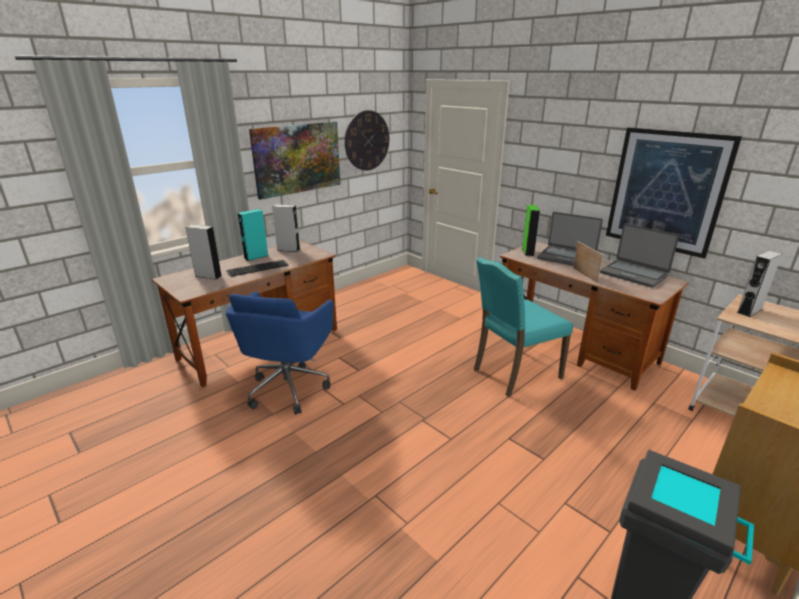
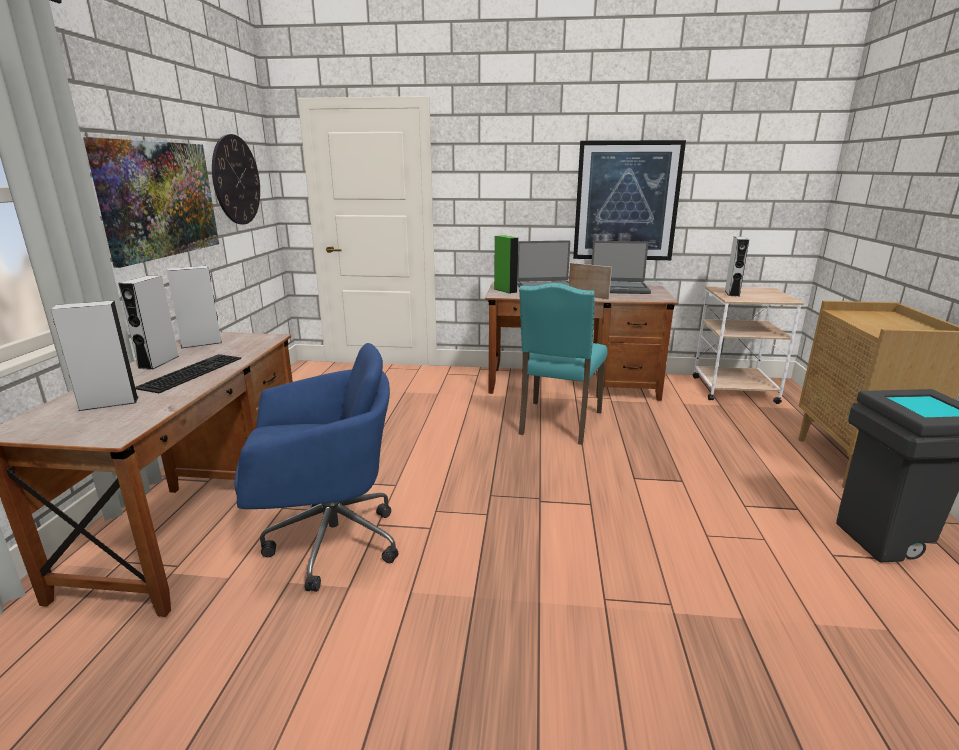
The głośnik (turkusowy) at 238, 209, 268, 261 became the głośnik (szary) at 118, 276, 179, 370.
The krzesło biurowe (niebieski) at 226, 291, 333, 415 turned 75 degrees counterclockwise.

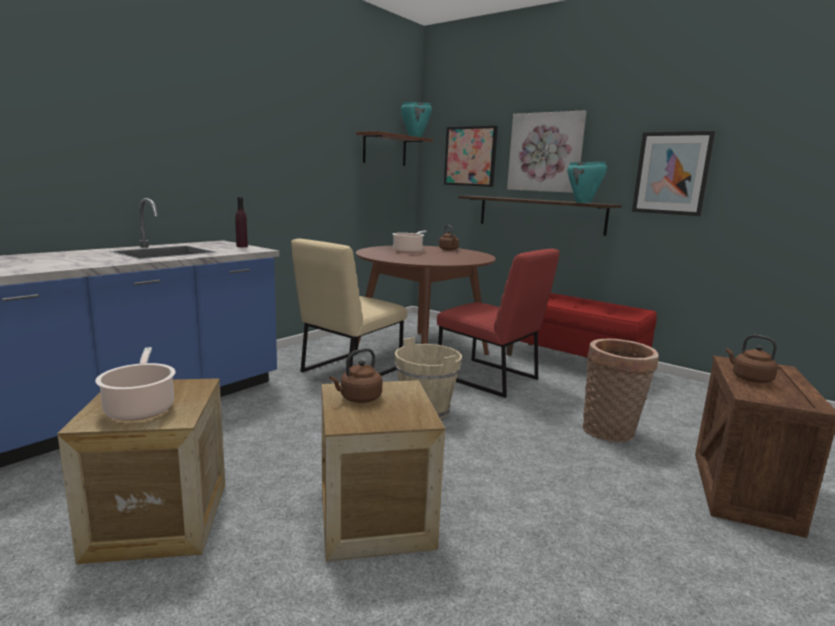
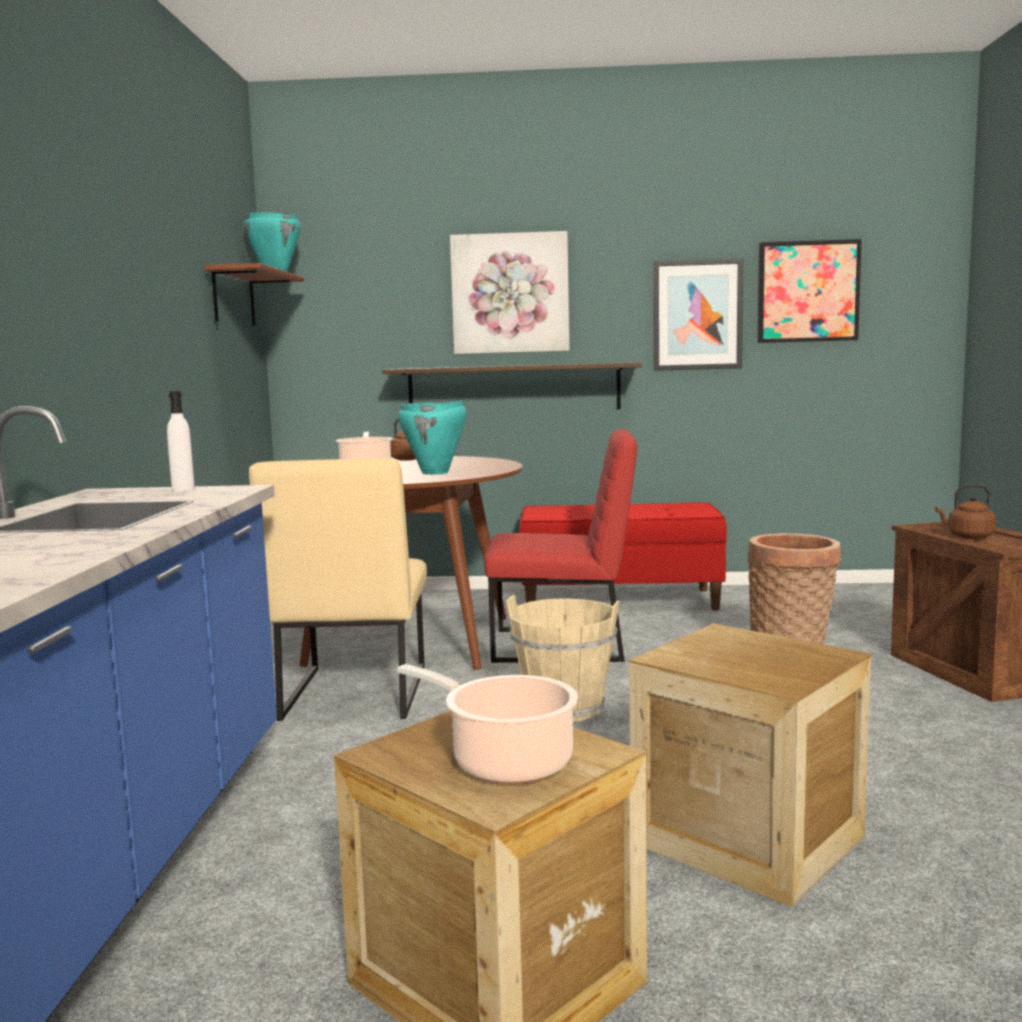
The butelka (fioletowy) at 235, 197, 248, 247 became the butelka (biały) at 167, 391, 195, 491.
The garnek (turkusowy) moved from 567, 161, 607, 203 to 398, 400, 467, 475.
The obraz moved from 444, 126, 498, 187 to 758, 239, 862, 343.
The czajnik (brązowy) at 329, 348, 382, 403 disappeared.

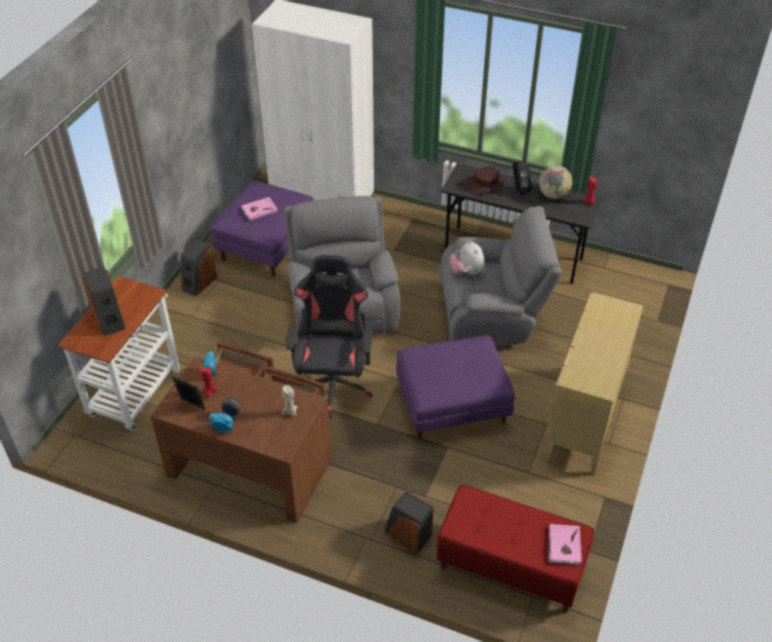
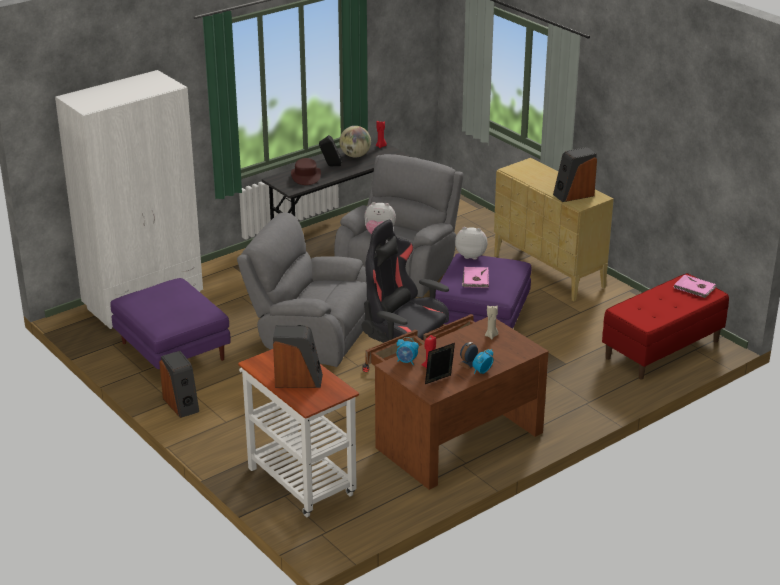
The pluszak at 455, 227, 487, 260 appeared.
The książka (różowy) moved from 241, 197, 278, 221 to 462, 267, 489, 288.
The głośnik moved from 384, 492, 433, 554 to 553, 147, 597, 202.

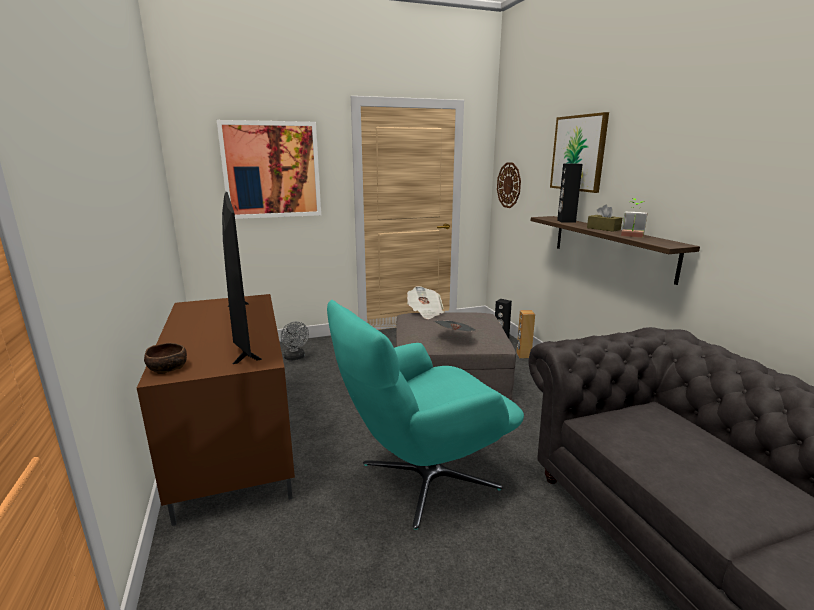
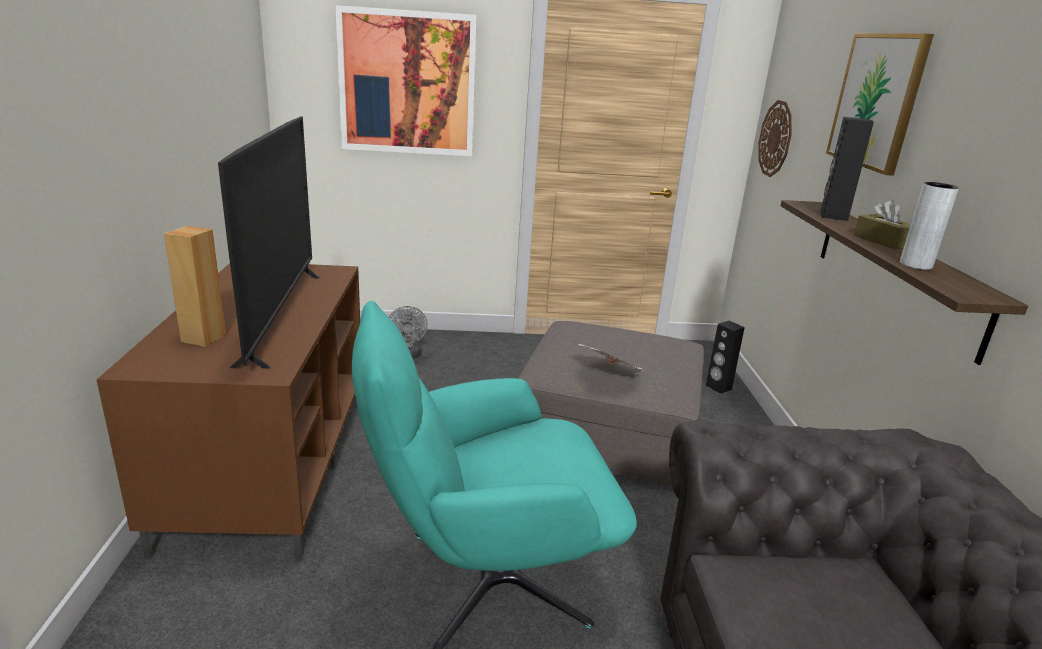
The głośnik (brązowy) moved from 516, 310, 535, 358 to 164, 226, 226, 347.
The roślina doniczkowa at 621, 198, 647, 238 was replaced by the wazon (szary) at 900, 182, 959, 270.
The miska (brązowy) at 144, 343, 187, 374 disappeared.
The gazeta at 407, 286, 444, 319 disappeared.

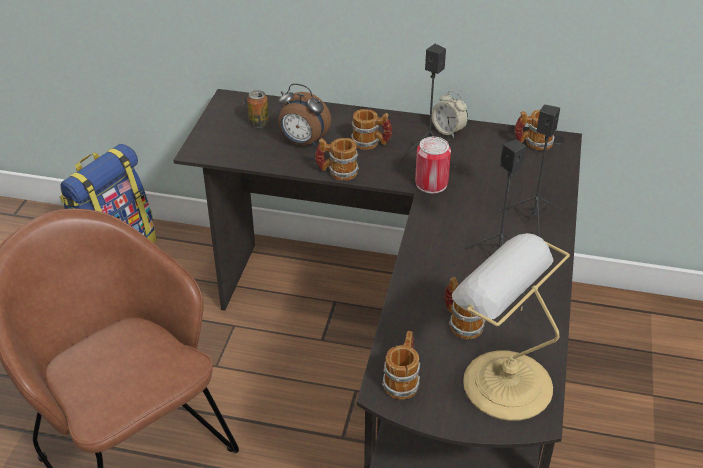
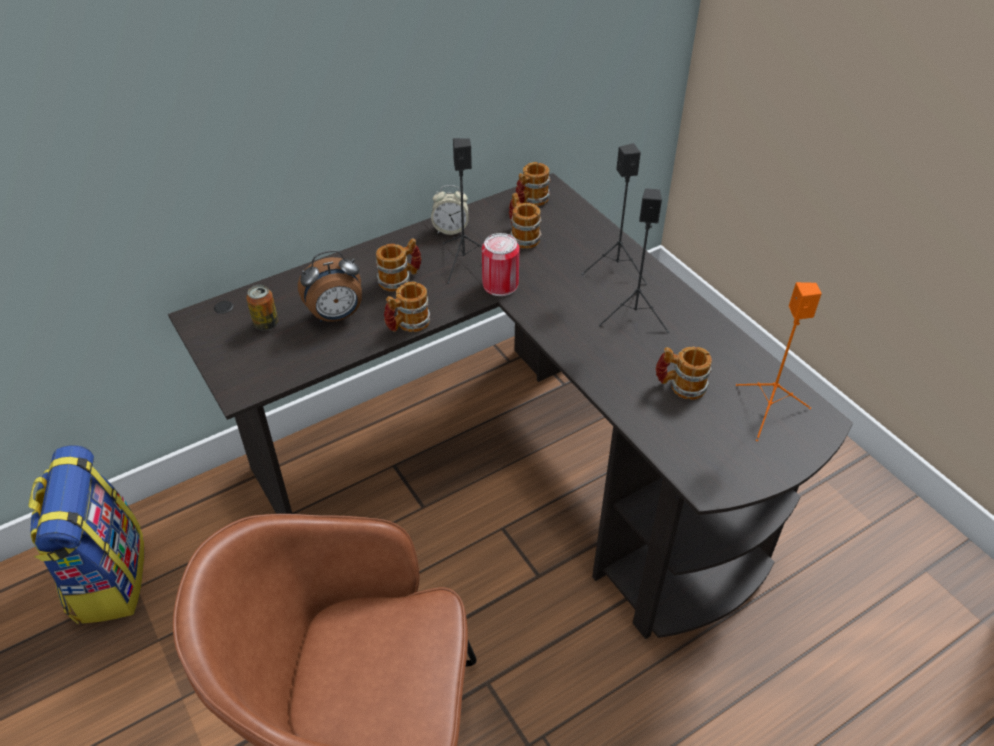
The kubek moved from 382, 331, 420, 399 to 509, 193, 542, 249.
The lampa stołowa at 452, 233, 570, 421 was replaced by the głośnik (pomarańczowy) at 736, 282, 822, 441.

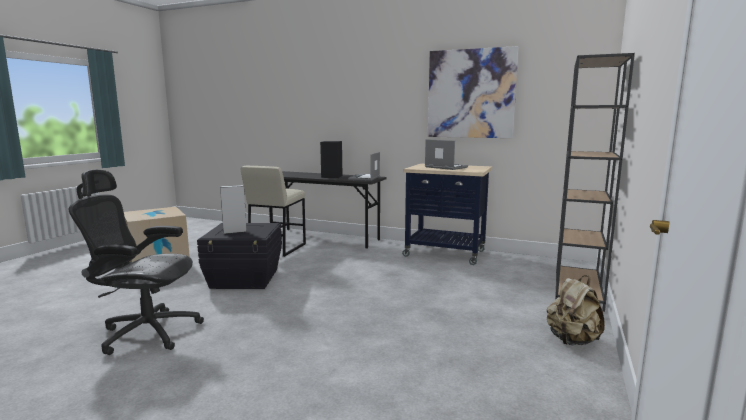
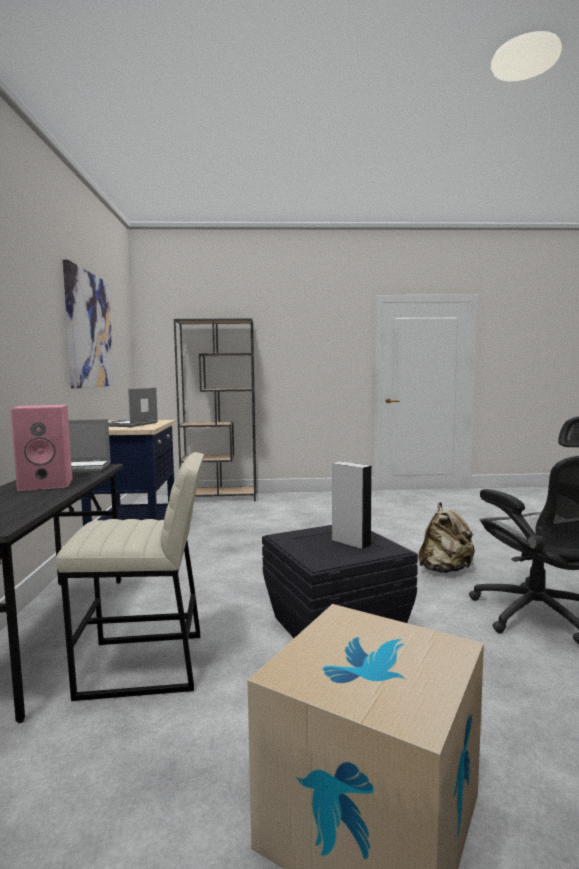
The głośnik (czarny) at 320, 141, 342, 178 became the głośnik (różowy) at 10, 405, 72, 491.
The plecak (beżowy) moved from 547, 275, 605, 345 to 418, 502, 475, 573.

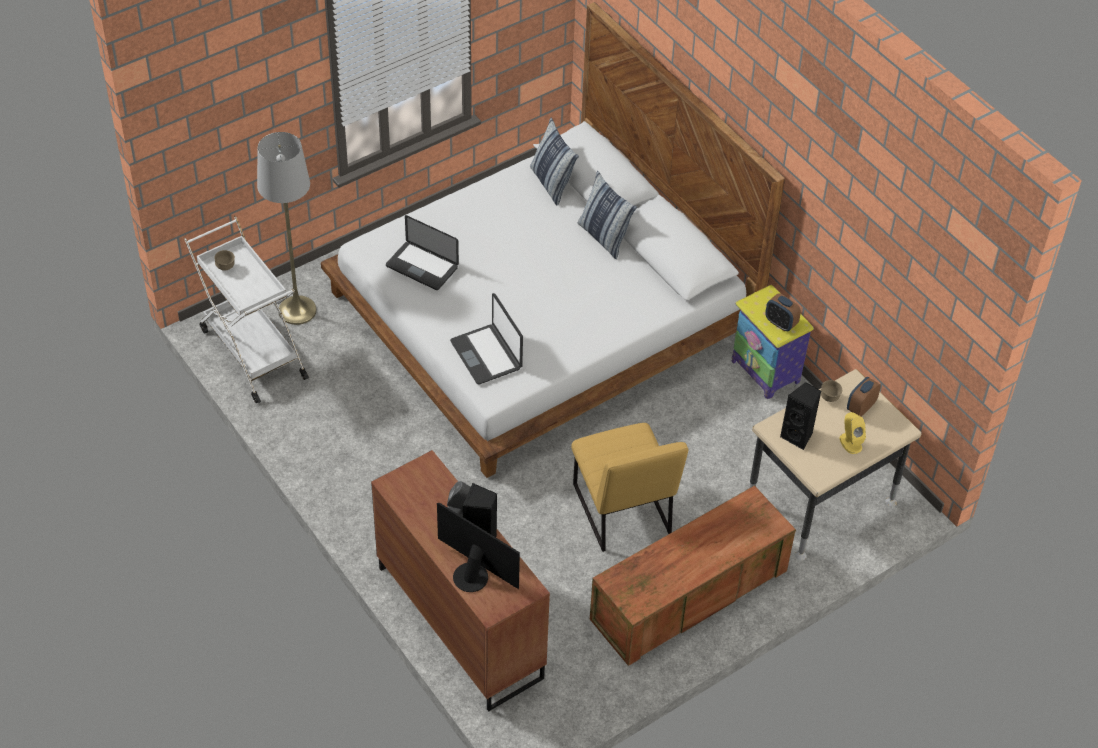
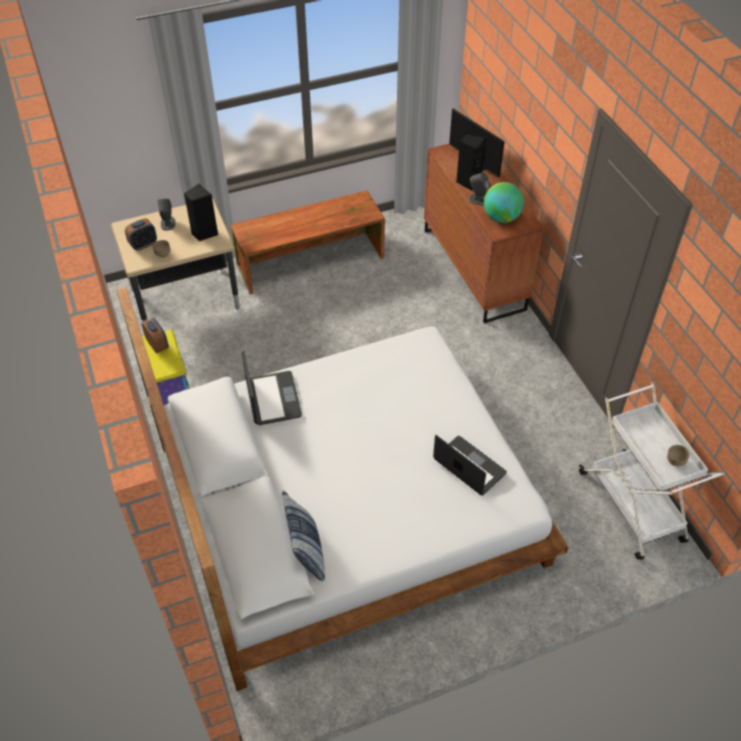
The głośnik (żółty) at 840, 412, 866, 454 became the głośnik (szary) at 157, 199, 176, 231.
The laptop moved from 450, 293, 523, 384 to 242, 351, 302, 425.
The globus at 484, 182, 524, 223 appeared.
The lampa stojąca (szary) at 257, 132, 317, 325 disappeared.
The krzesło (żółty) at 571, 423, 688, 552 disappeared.
The poduszka at 578, 171, 637, 259 disappeared.

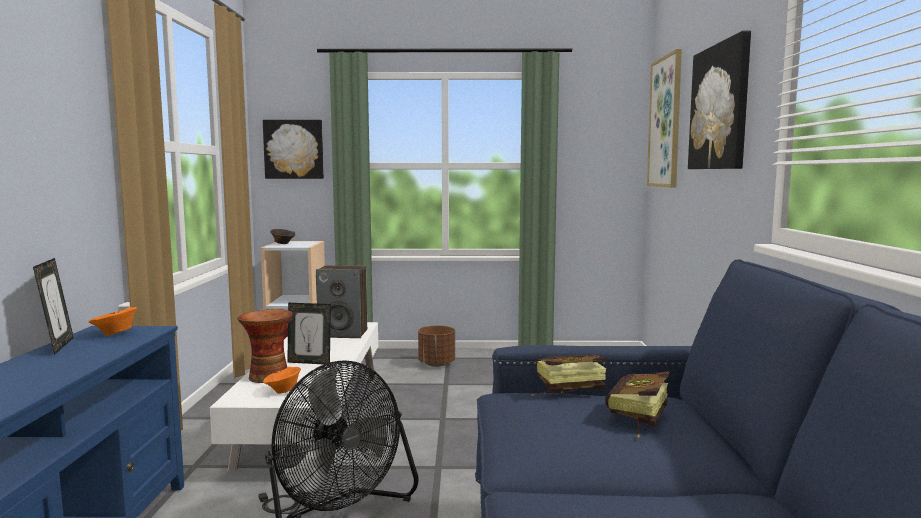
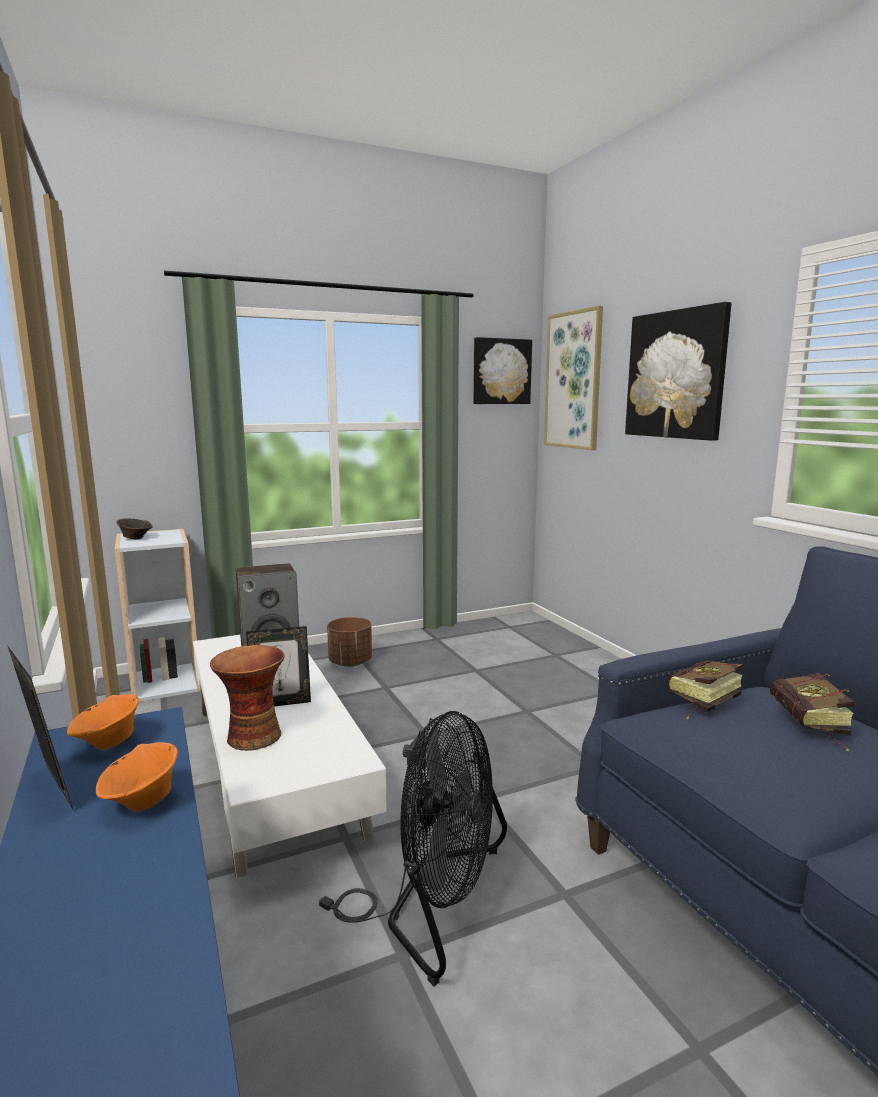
The miska (pomarańczowy) moved from 263, 367, 301, 394 to 96, 742, 178, 811.
The obraz moved from 263, 120, 324, 179 to 474, 337, 532, 404.

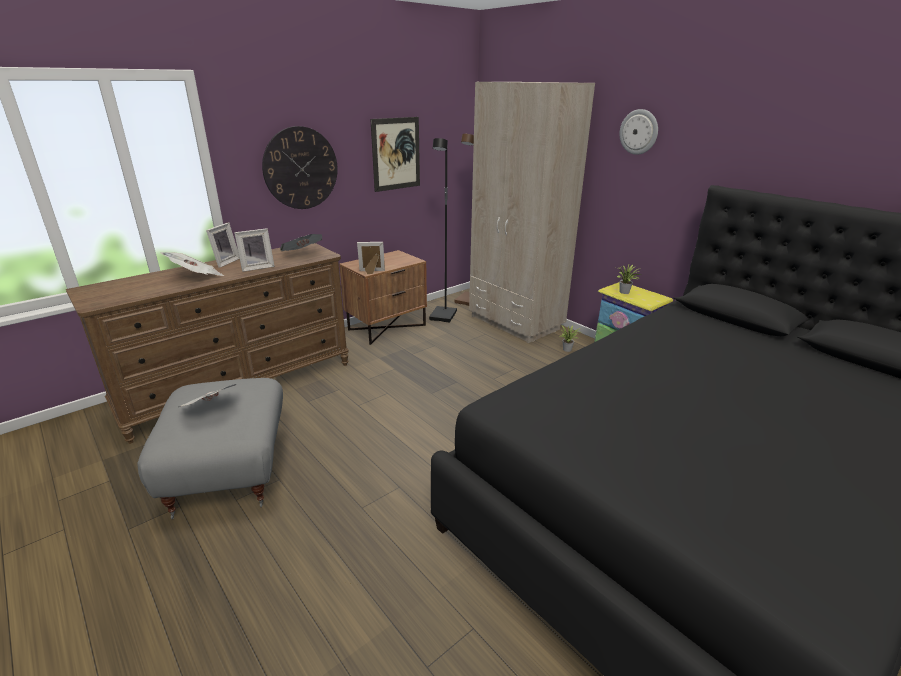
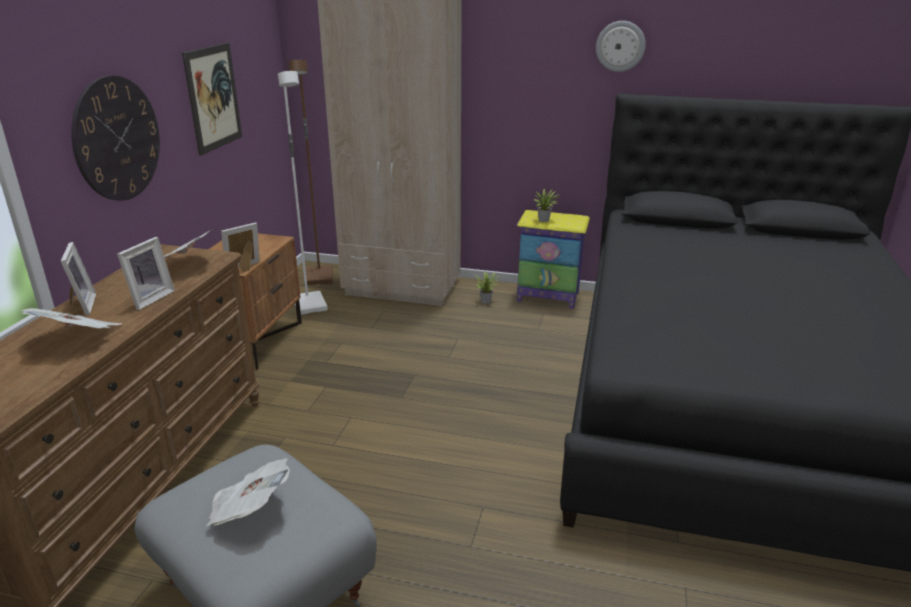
The lampa stojąca (czarny) at 429, 138, 457, 322 became the lampa stojąca (biały) at 278, 71, 328, 315.
The zegar ścienny moved from 620, 109, 658, 155 to 596, 21, 646, 72.

